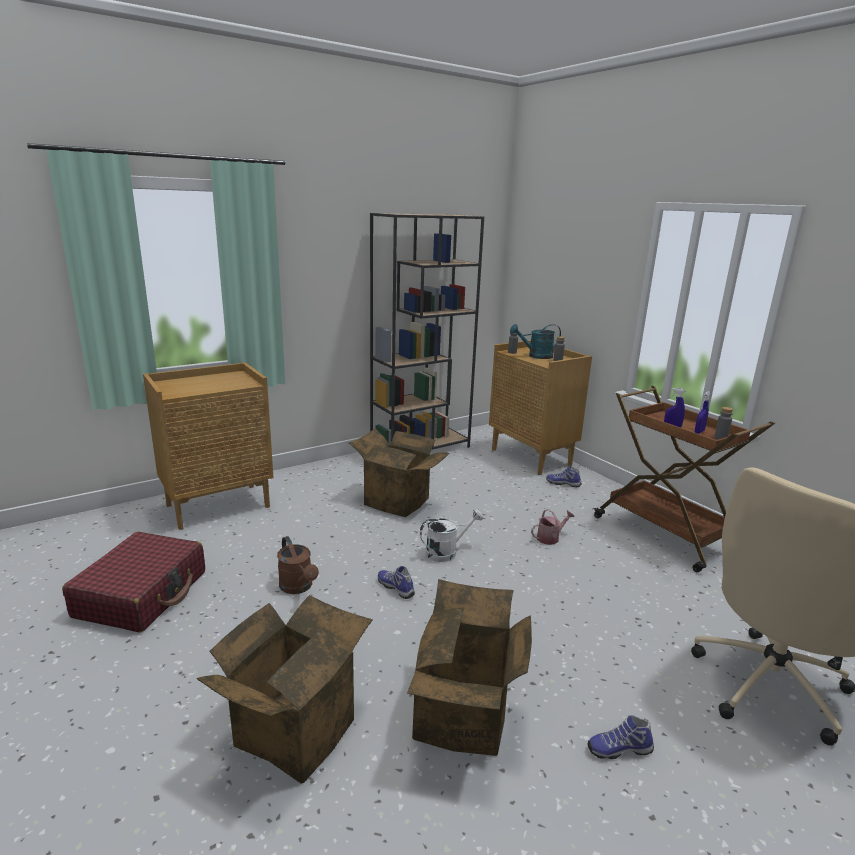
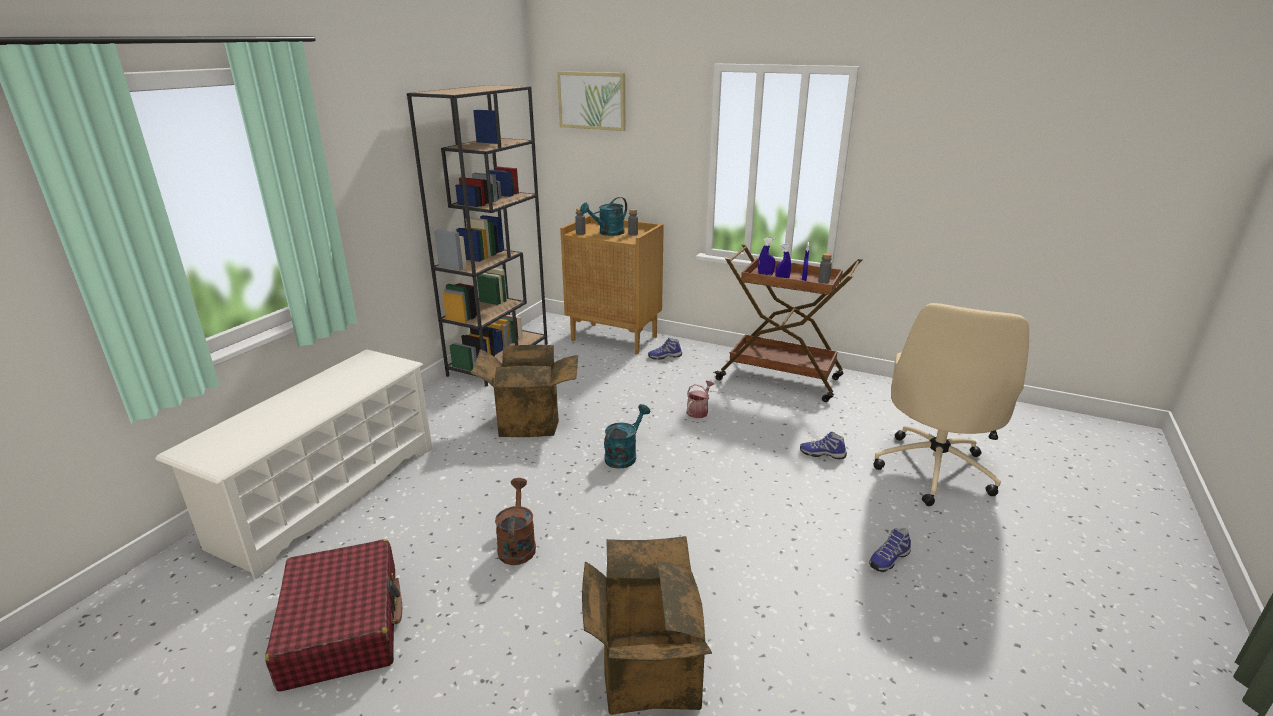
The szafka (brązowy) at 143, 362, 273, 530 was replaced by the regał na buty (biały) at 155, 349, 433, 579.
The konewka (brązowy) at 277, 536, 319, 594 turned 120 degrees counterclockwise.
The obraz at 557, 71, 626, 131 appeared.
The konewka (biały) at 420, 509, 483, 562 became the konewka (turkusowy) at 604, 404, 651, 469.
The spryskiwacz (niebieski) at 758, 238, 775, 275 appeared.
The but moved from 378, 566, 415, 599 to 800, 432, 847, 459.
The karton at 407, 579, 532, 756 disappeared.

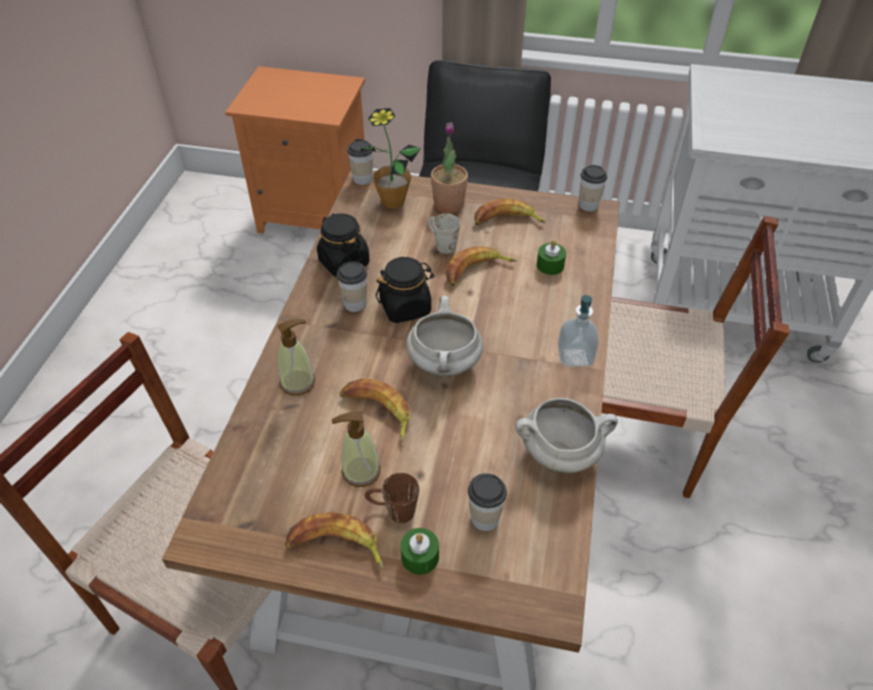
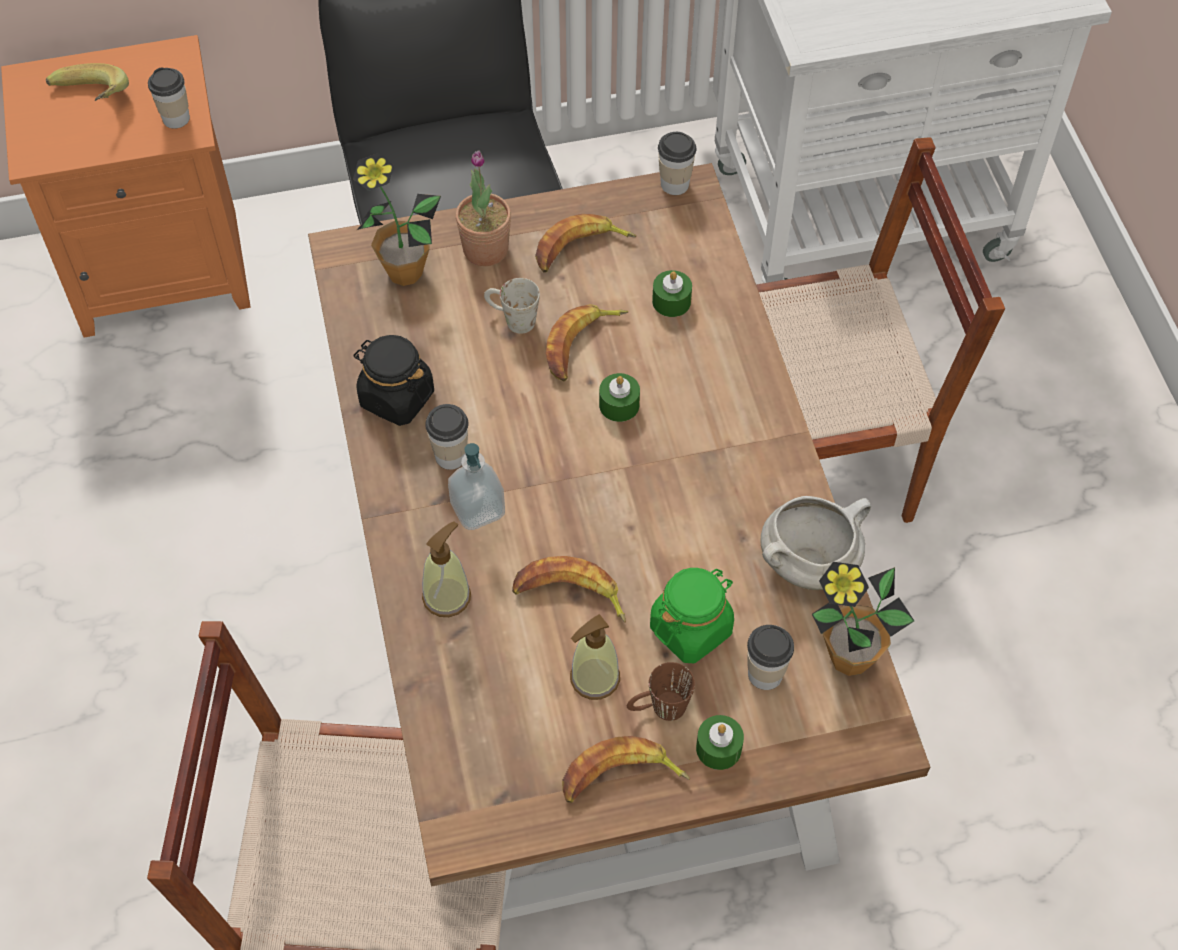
The banan at 46, 63, 129, 101 appeared.
The filiżanka moved from 347, 139, 373, 185 to 148, 68, 190, 129.
The dozownik mydła moved from 558, 295, 599, 367 to 448, 443, 505, 530.
The świeca (zielony) at 599, 373, 640, 422 appeared.
The słoik (zielony) at 650, 568, 734, 663 appeared.
The roślina doniczkowa at 812, 562, 914, 676 appeared.
The słoik (czarny) at 376, 257, 435, 323 disappeared.
The garnek (biały) at 406, 296, 483, 377 disappeared.

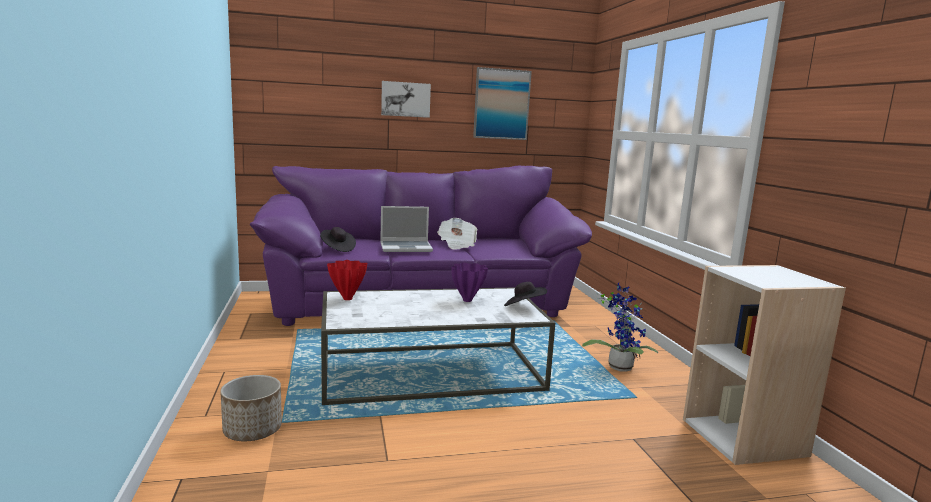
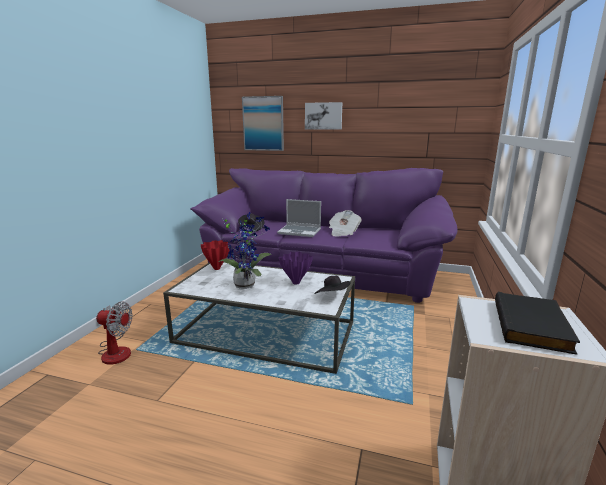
The donica at 220, 375, 282, 441 was replaced by the wentylator at 96, 301, 133, 365.
The roślina doniczkowa moved from 582, 283, 658, 372 to 219, 212, 271, 289.
The obraz moved from 473, 67, 532, 140 to 242, 96, 284, 151.
The książka (czarny) at 495, 292, 580, 355 appeared.

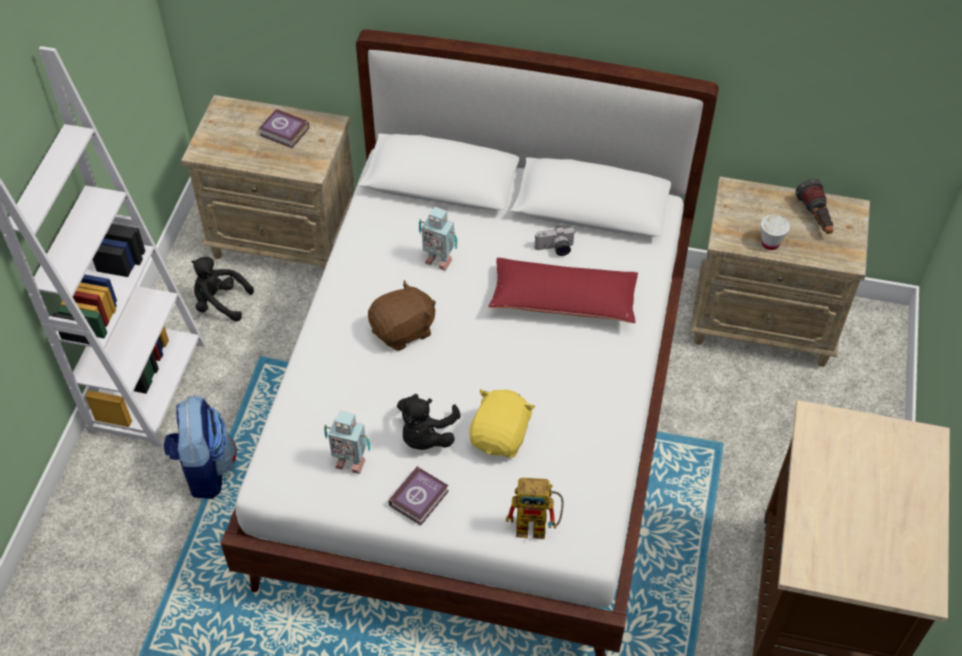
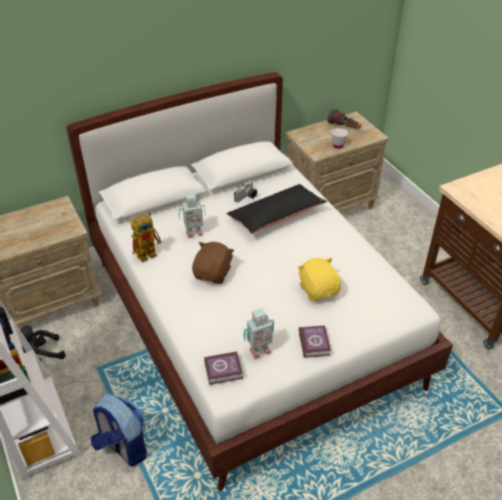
The robot zabawkowy moved from 506, 478, 564, 539 to 131, 213, 162, 263.
The książka moved from 259, 109, 309, 148 to 204, 352, 243, 385.
The poduszka (czerwony) at 488, 258, 638, 323 became the poduszka (czarny) at 227, 184, 327, 234.
The pluszak (czarny) at 397, 394, 461, 450 disappeared.

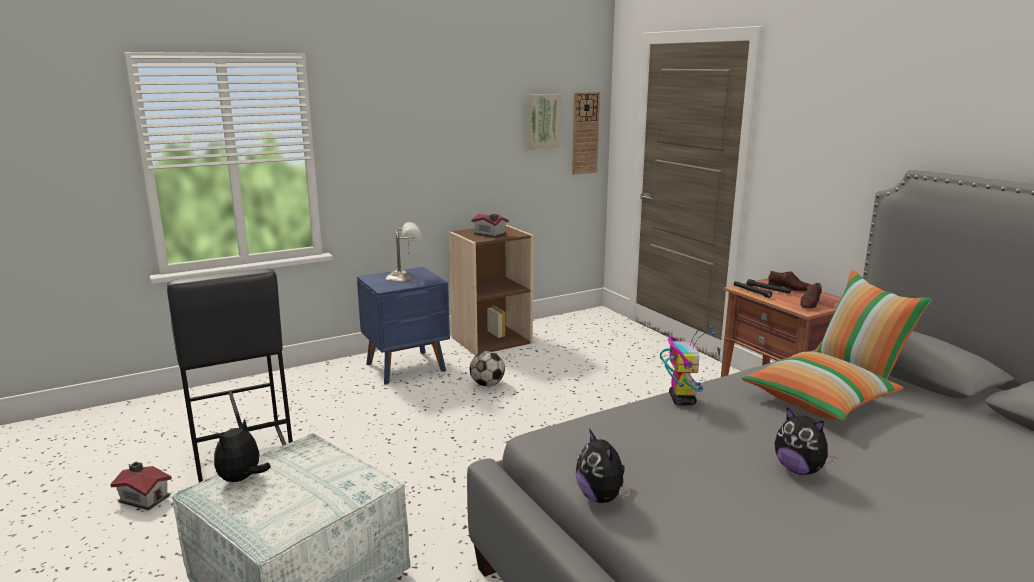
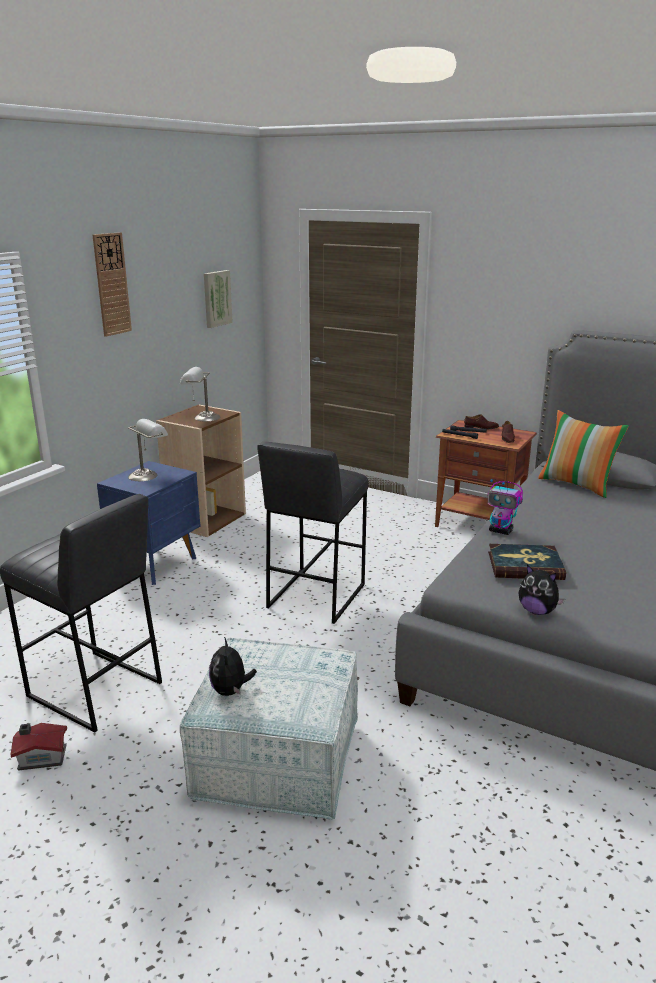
The zegar ścienny moved from 572, 92, 600, 175 to 93, 232, 132, 337.
The domek at 471, 214, 509, 238 was replaced by the lampa stołowa (biały) at 180, 367, 220, 421.
The stołek (szary) at 257, 442, 368, 624 appeared.
The robot zabawkowy at 660, 326, 716, 405 turned 150 degrees clockwise.
The książka at 488, 544, 566, 580 appeared.
The piłka futbolowa at 470, 351, 505, 387 disappeared.
The poduszka at 742, 351, 903, 421 disappeared.
The pluszak at 775, 407, 837, 475 disappeared.

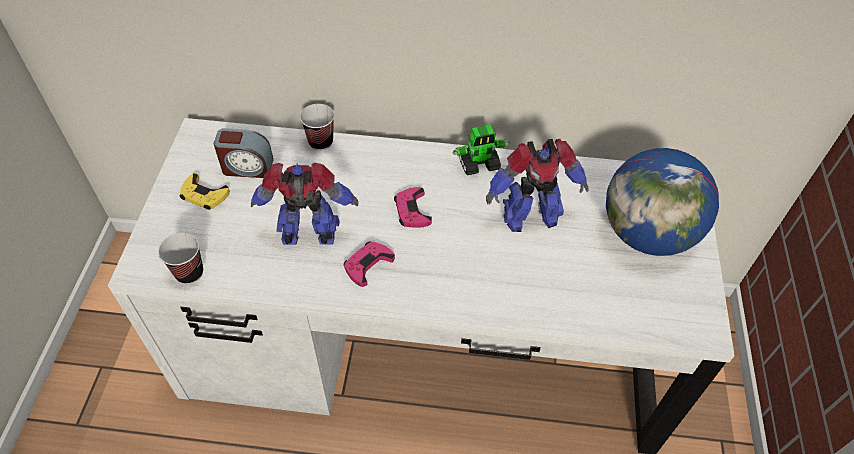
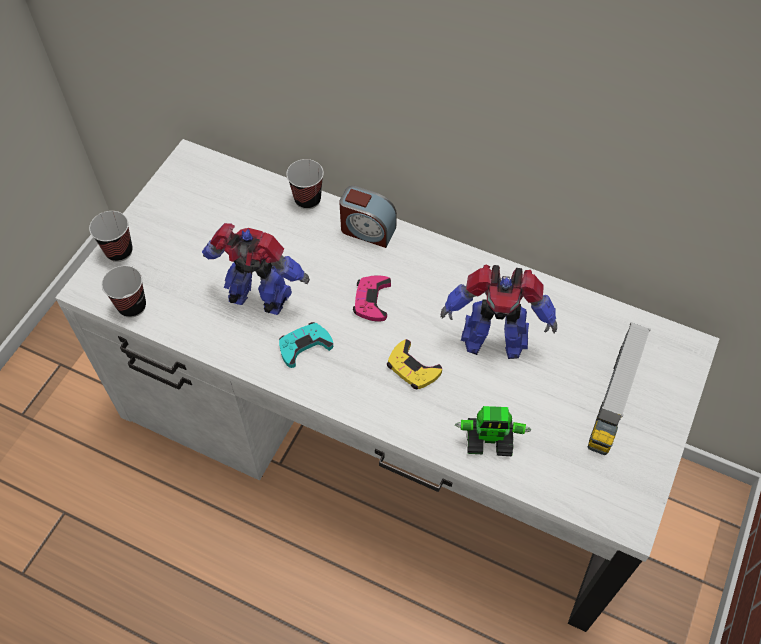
The filiżanka at 89, 211, 133, 262 appeared.
The pad do gier (różowy) at 343, 241, 395, 287 became the pad do gier (turkusowy) at 279, 322, 333, 368.
The budzik moved from 214, 128, 273, 178 to 339, 186, 397, 248.
The pad do gier (żółty) moved from 179, 173, 230, 210 to 387, 339, 442, 389.
The robot zabawkowy moved from 452, 125, 510, 175 to 455, 406, 531, 456.
The globus at 606, 148, 719, 256 was replaced by the ciężarówka zabawkowa at 588, 322, 651, 455.

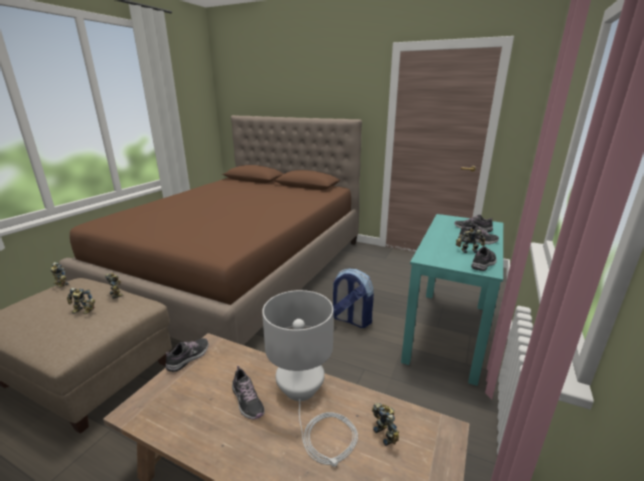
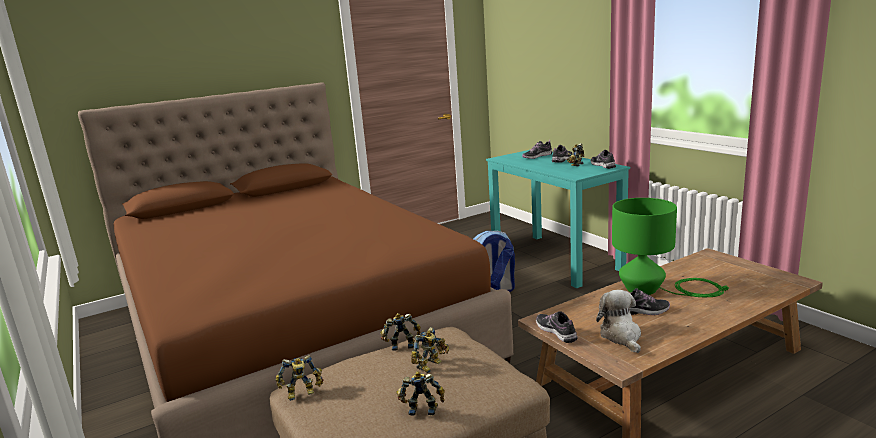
The robot zabawkowy moved from 372, 403, 399, 446 to 396, 371, 445, 416.
The pluszak at 596, 290, 641, 353 appeared.
The lampa stołowa (biały) at 262, 290, 358, 468 became the lampa stołowa (zielony) at 612, 198, 729, 297.

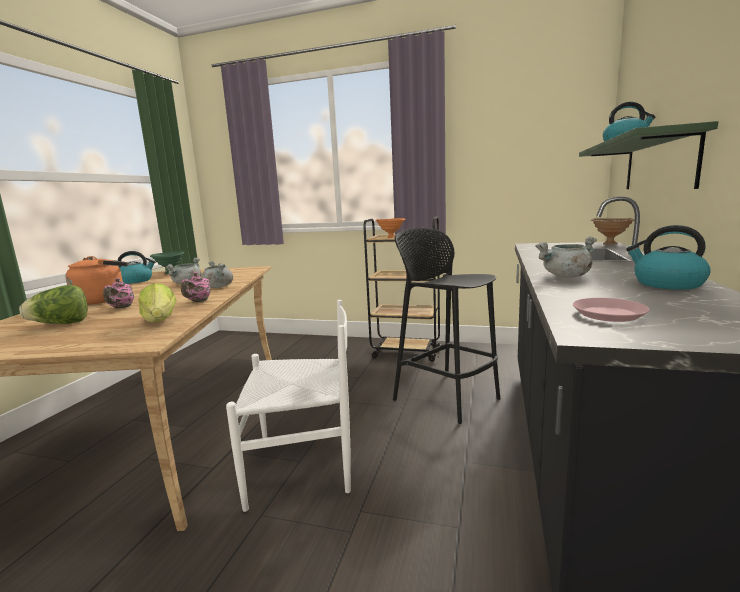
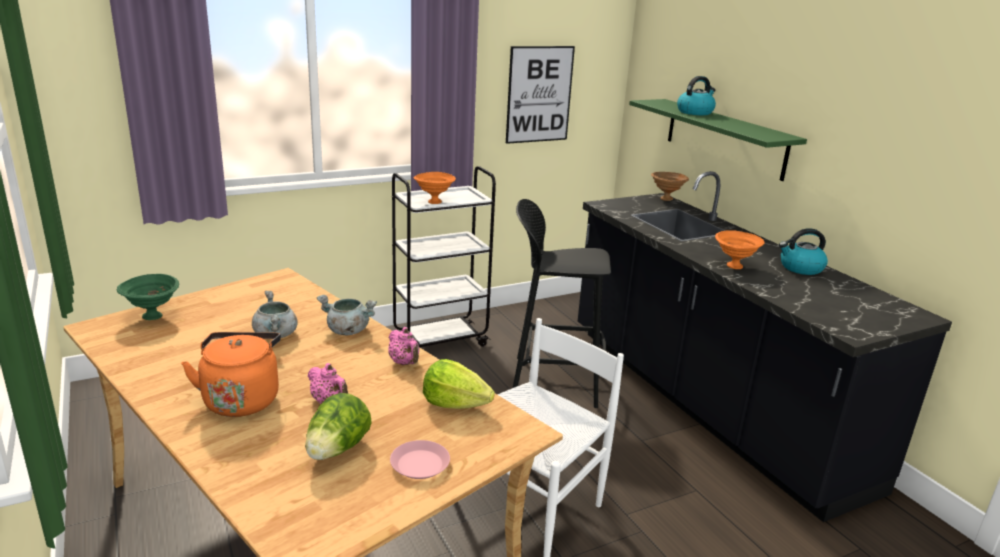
The talerz (różowy) moved from 573, 298, 650, 322 to 390, 440, 450, 479.
The wózek (brązowy) at 364, 216, 441, 362 became the wózek (biały) at 392, 166, 496, 347.
The obraz at 506, 46, 575, 144 appeared.
The garnek (szary) at 535, 236, 597, 278 was replaced by the miska (pomarańczowy) at 715, 230, 765, 269.
The czajnik at 117, 251, 155, 284 disappeared.

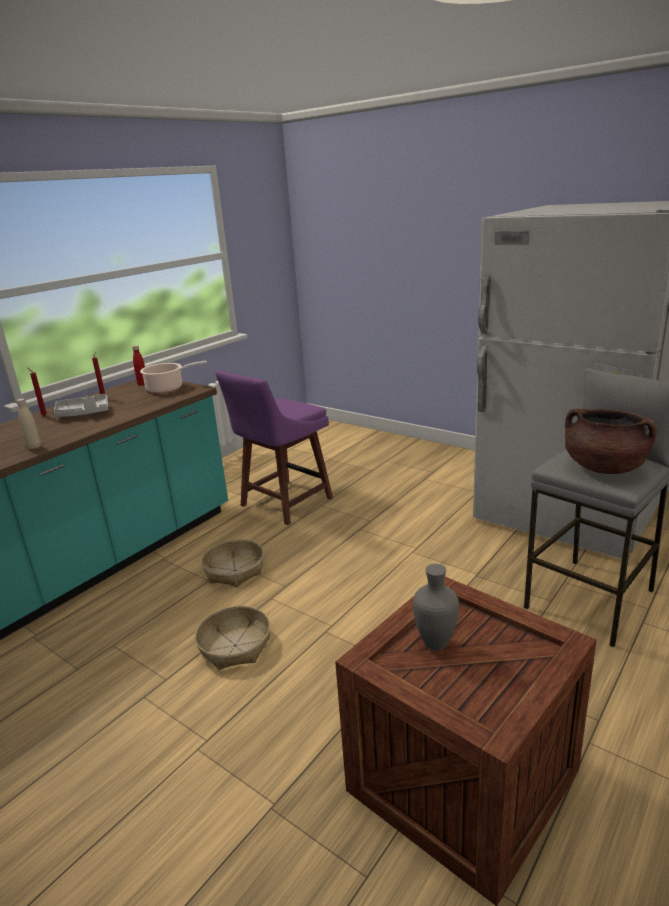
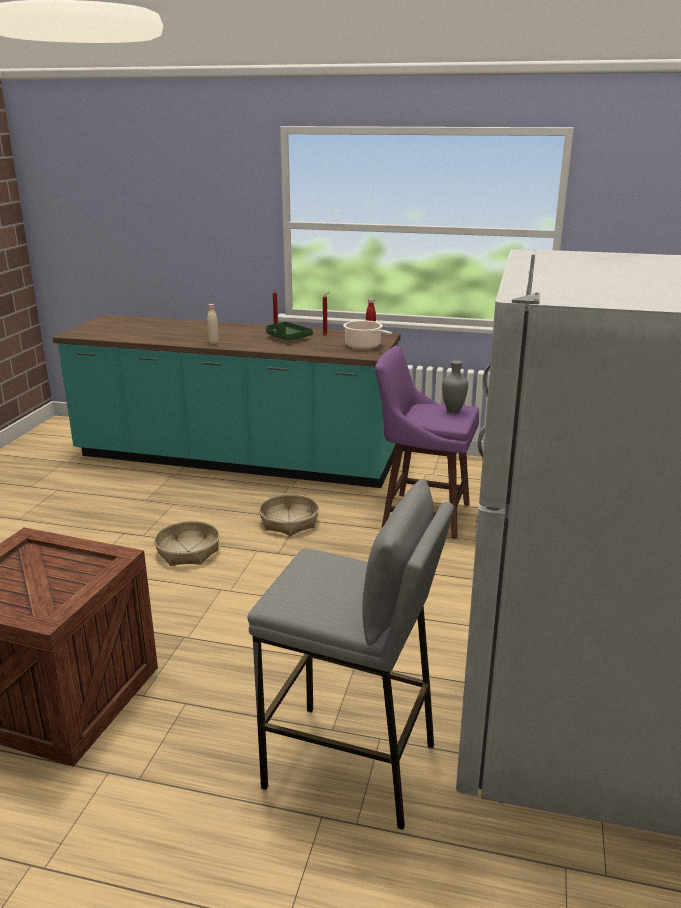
The taca (szary) at 54, 394, 108, 417 became the taca (zielony) at 266, 322, 313, 341.
The wazon (szary) moved from 413, 564, 459, 651 to 442, 360, 468, 413.
The garnek (brązowy) at 565, 409, 657, 474 disappeared.

